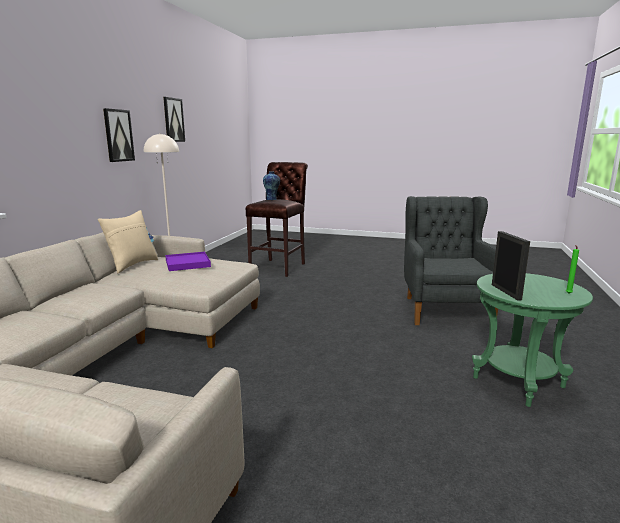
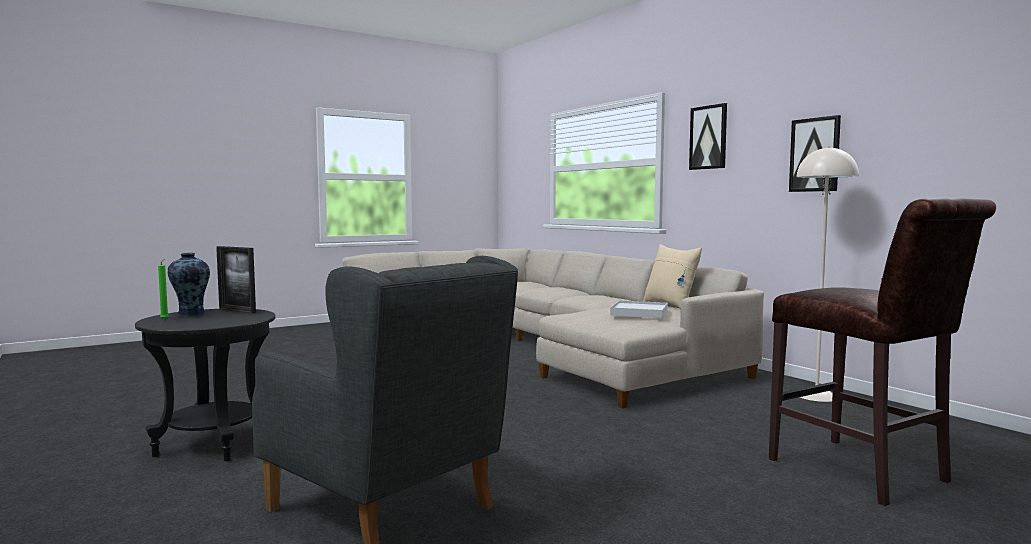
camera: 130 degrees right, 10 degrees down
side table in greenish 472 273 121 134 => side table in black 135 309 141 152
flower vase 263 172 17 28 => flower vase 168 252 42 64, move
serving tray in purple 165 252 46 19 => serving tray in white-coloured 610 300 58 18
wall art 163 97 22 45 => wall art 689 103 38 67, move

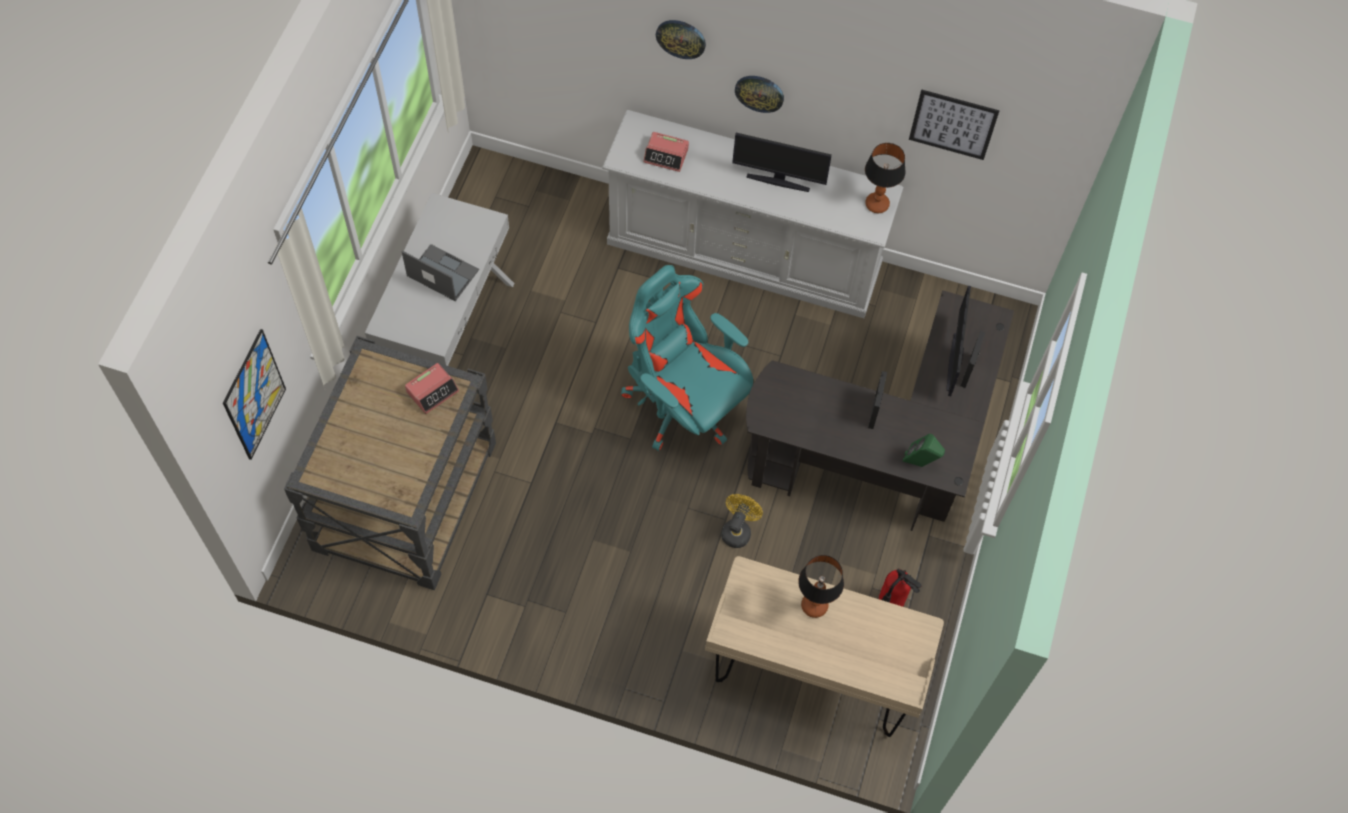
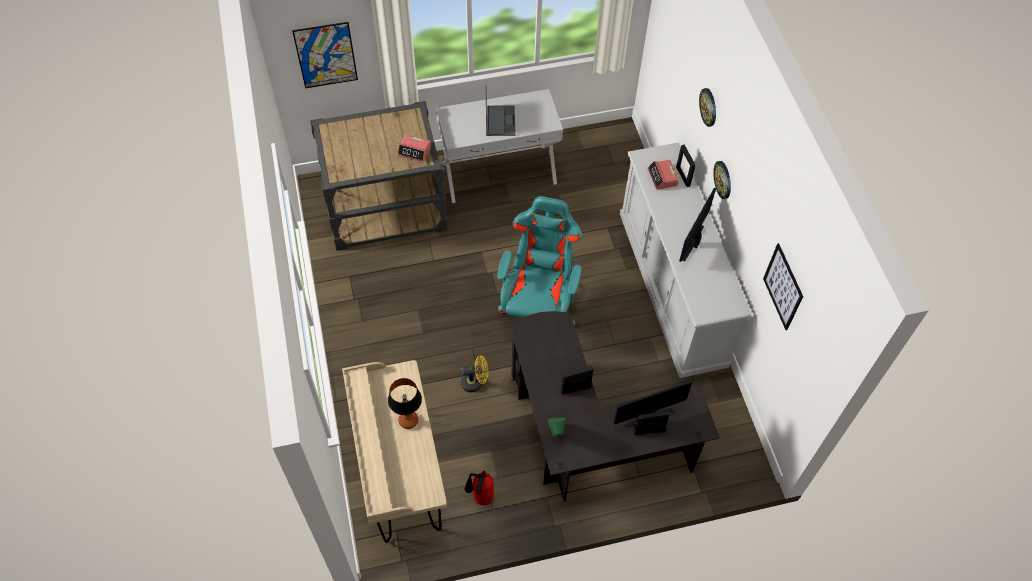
camera: 60 degrees right, 5 degrees down
nothing => picture frame 676 145 20 42
monitor 732 133 100 59 => monitor 679 188 37 74, 45 degrees clockwise
lamp for a table 865 143 40 70 => nothing

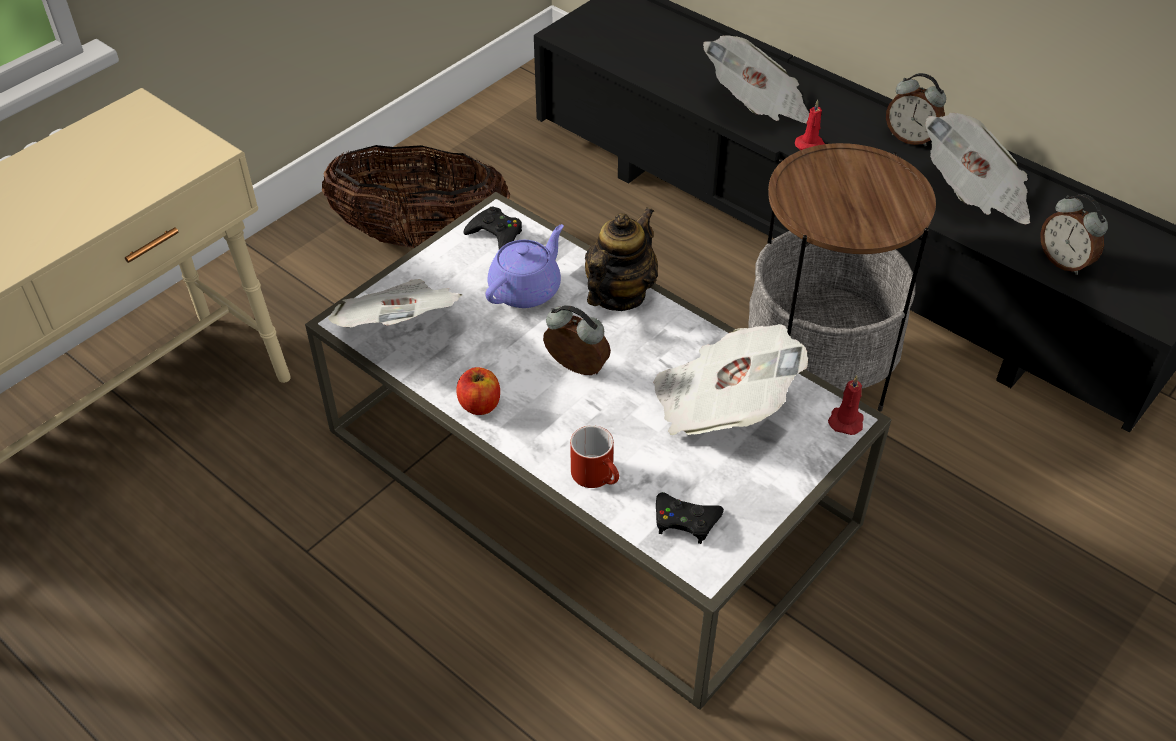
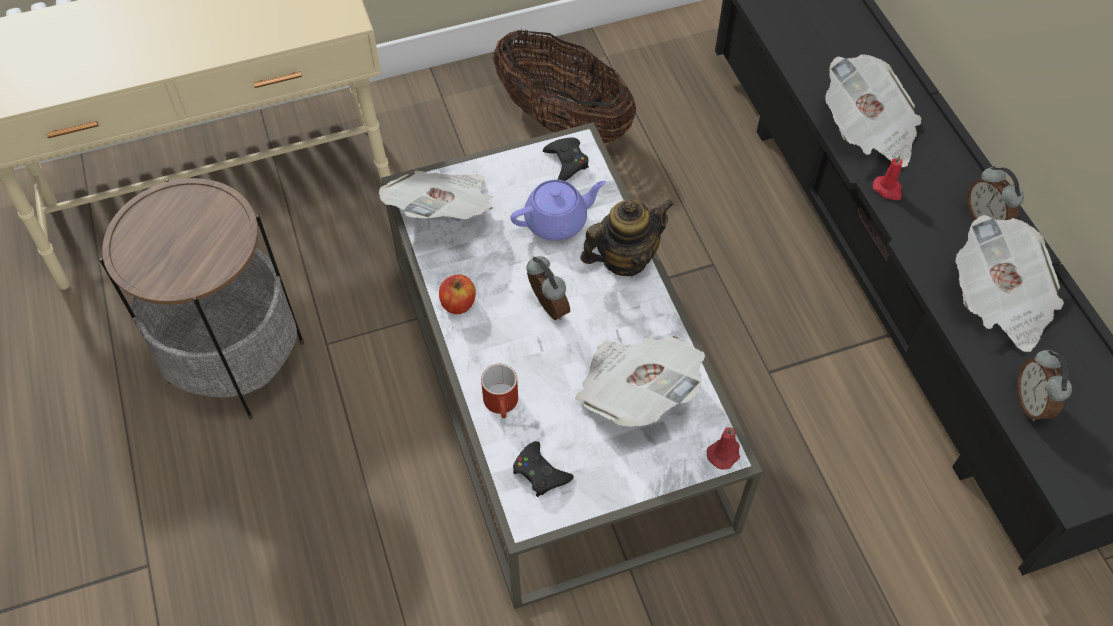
camera: 30 degrees right, 10 degrees up
side table 748 143 188 269 => side table 99 178 205 242, move

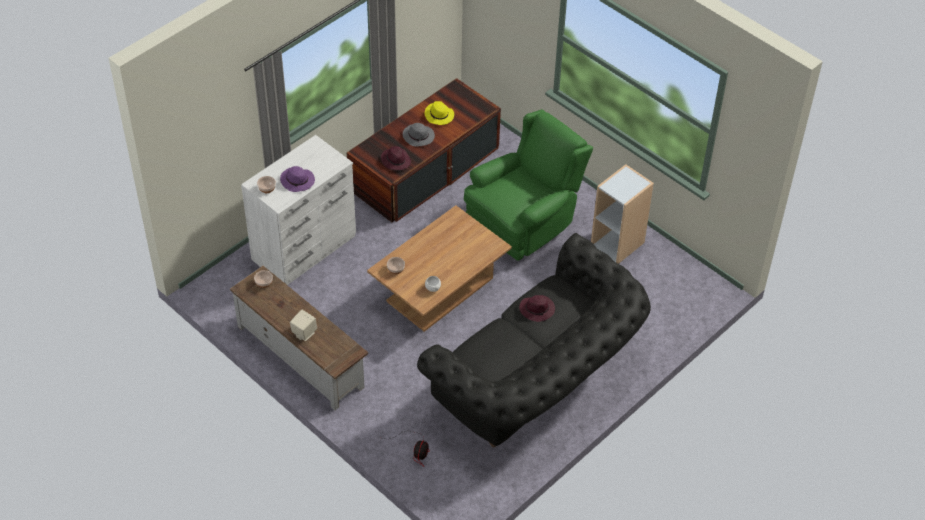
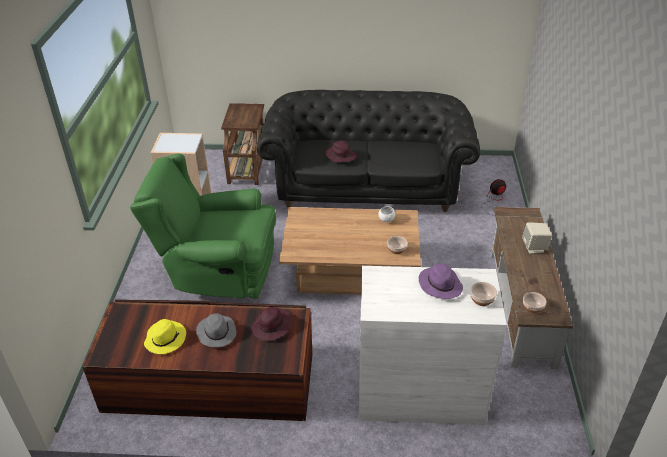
camera: 130 degrees left, 10 degrees down
nothing => side table in brownish 221 103 43 82

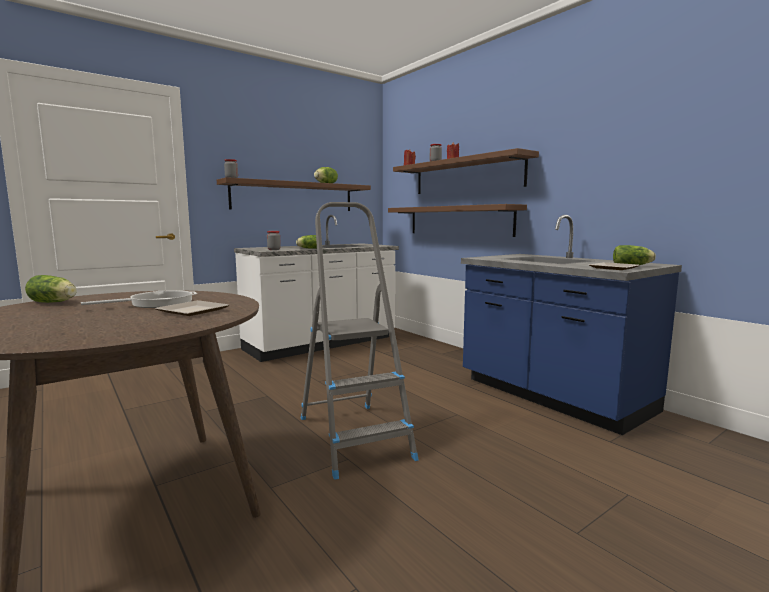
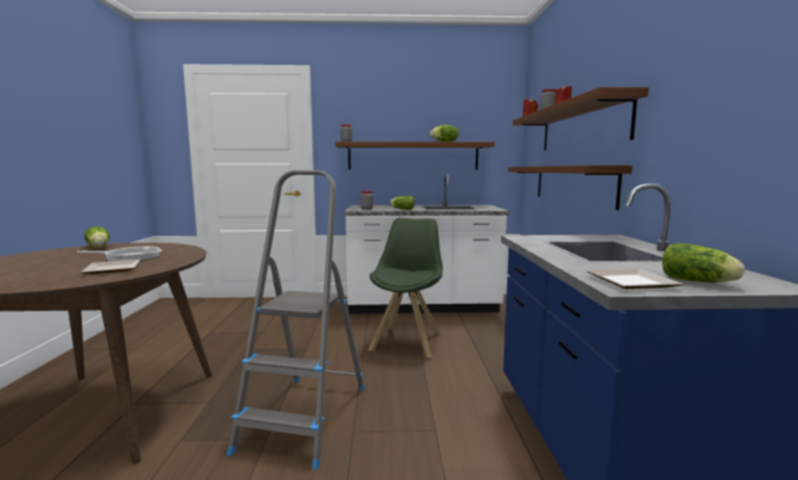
camera: 35 degrees right, 0 degrees up
nothing => plain chair in greenish 368 218 75 141

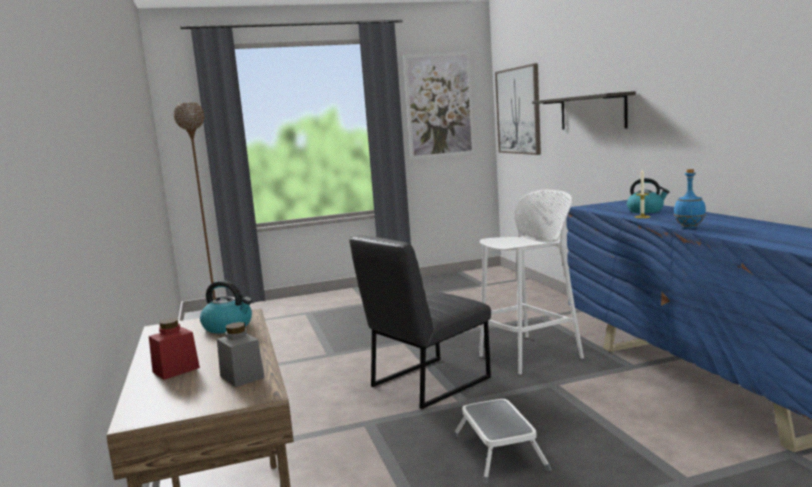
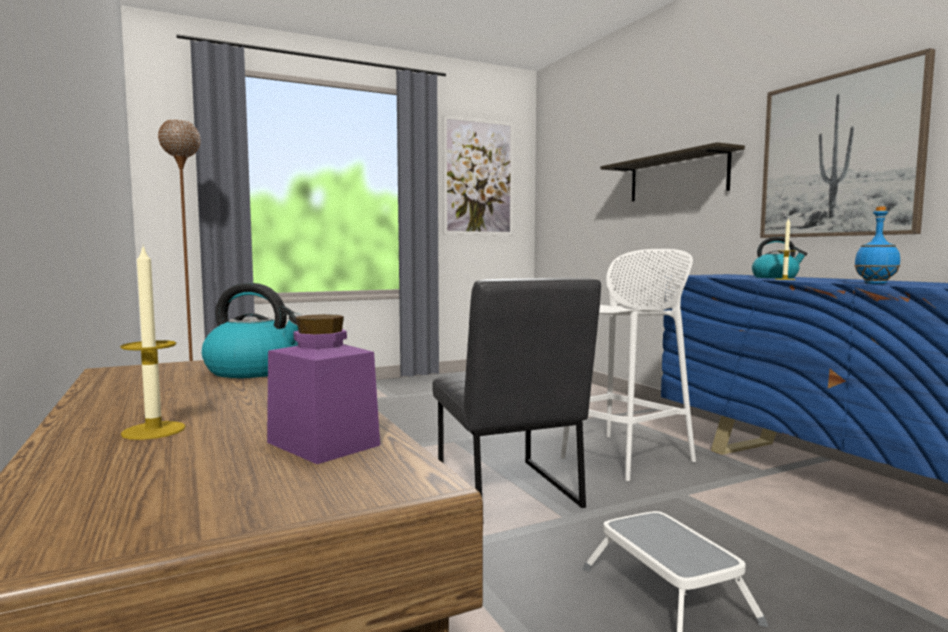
camera: 10 degrees left, 5 degrees down
storage jar in red 149 318 51 62 => candle 120 244 66 196
storage jar in grey 217 322 48 65 => storage jar in purple 267 314 113 150
plain chair in grey 349 235 142 174 => plain chair in grey 432 278 169 230, 60 degrees counterclockwise
wall art 495 63 46 92 => wall art 760 48 175 190, move

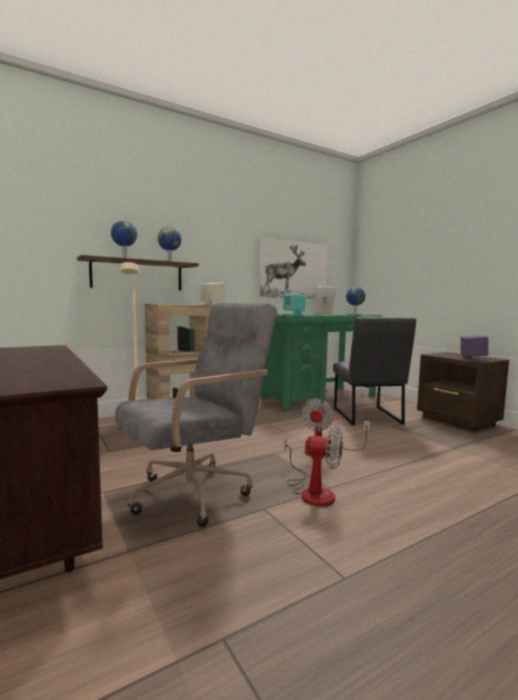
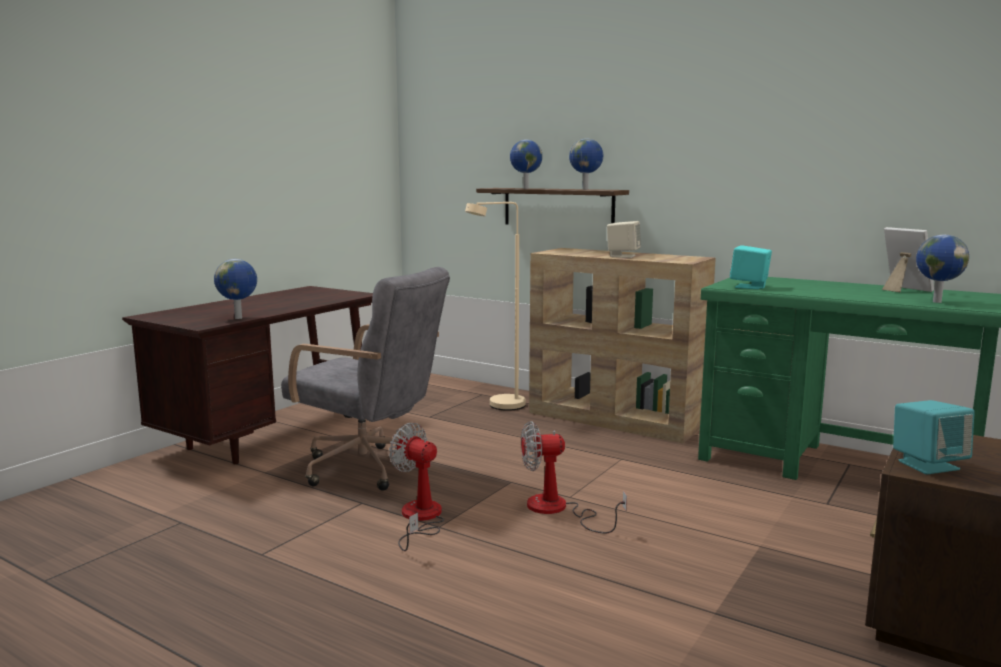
camera: 65 degrees right, 5 degrees up
nothing => globe 214 259 43 60
electric fan 284 426 59 81 => electric fan 389 423 55 128, 135 degrees clockwise
audio speaker in purple 461 335 27 26 => audio speaker in turquoise-coloured 893 400 82 75
wall art 258 237 69 62 => nothing
plain chair in grey 333 317 83 109 => nothing

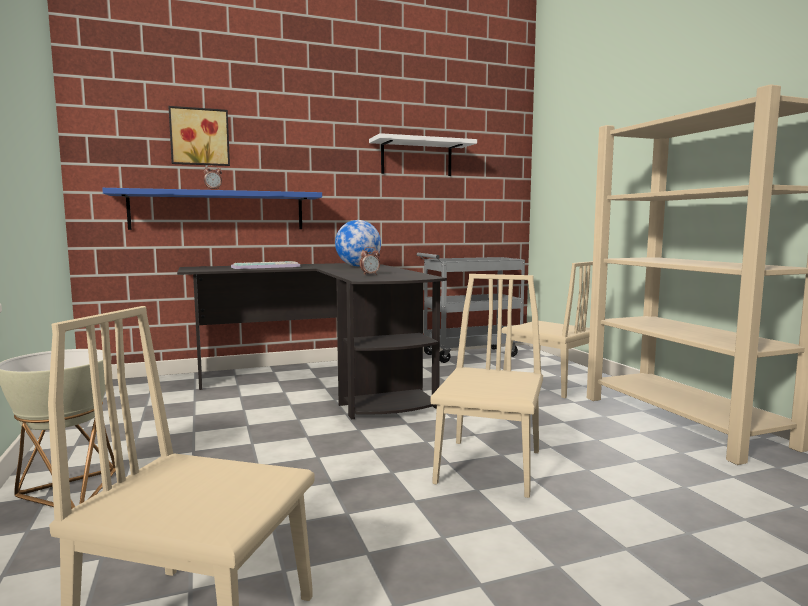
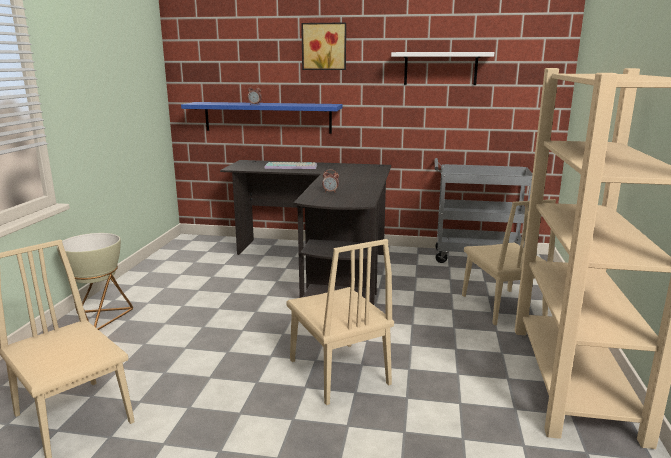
camera: 30 degrees right, 10 degrees up
plain chair in beige 430 274 113 224 => plain chair in beige 287 239 107 166, 105 degrees clockwise
wall art 168 106 62 60 => wall art 301 22 45 48, move
globe 335 220 46 46 => nothing

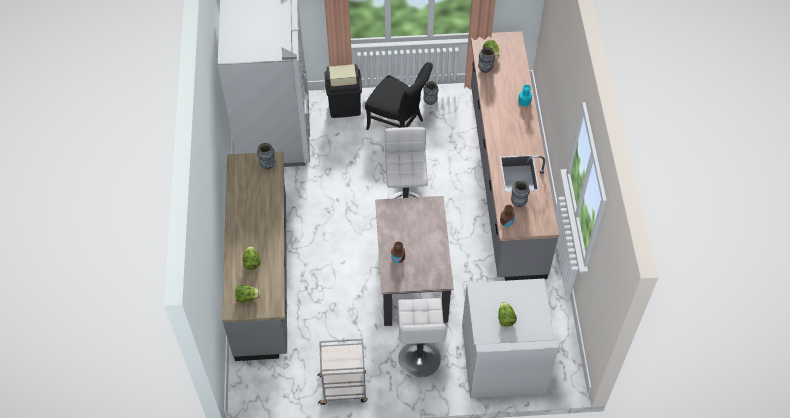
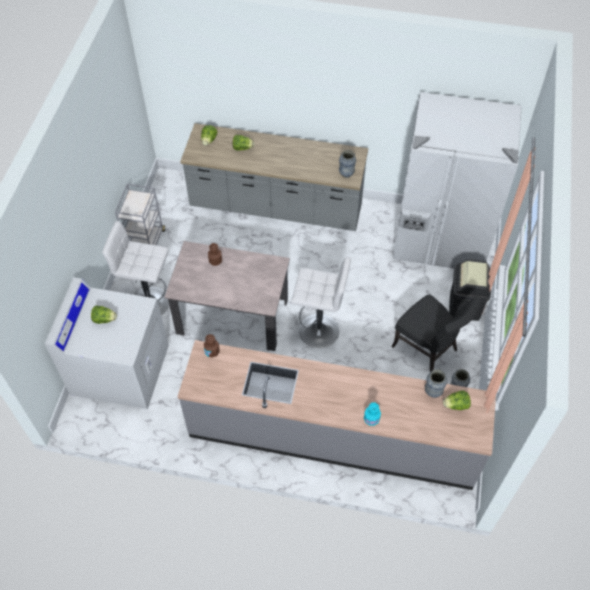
camera: 105 degrees right, 0 degrees up
plain chair in black 365 62 68 68 => plain chair in black 392 294 91 78, 90 degrees counterclockwise
flower vase 511 180 19 27 => nothing

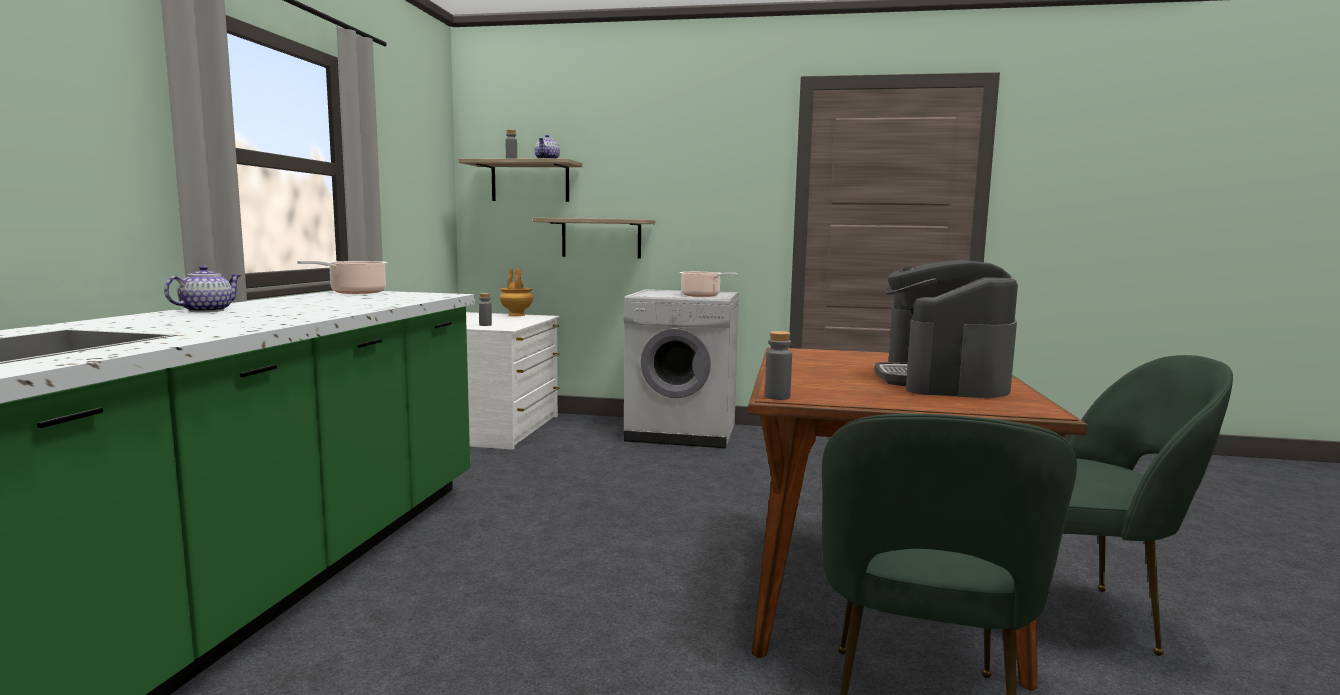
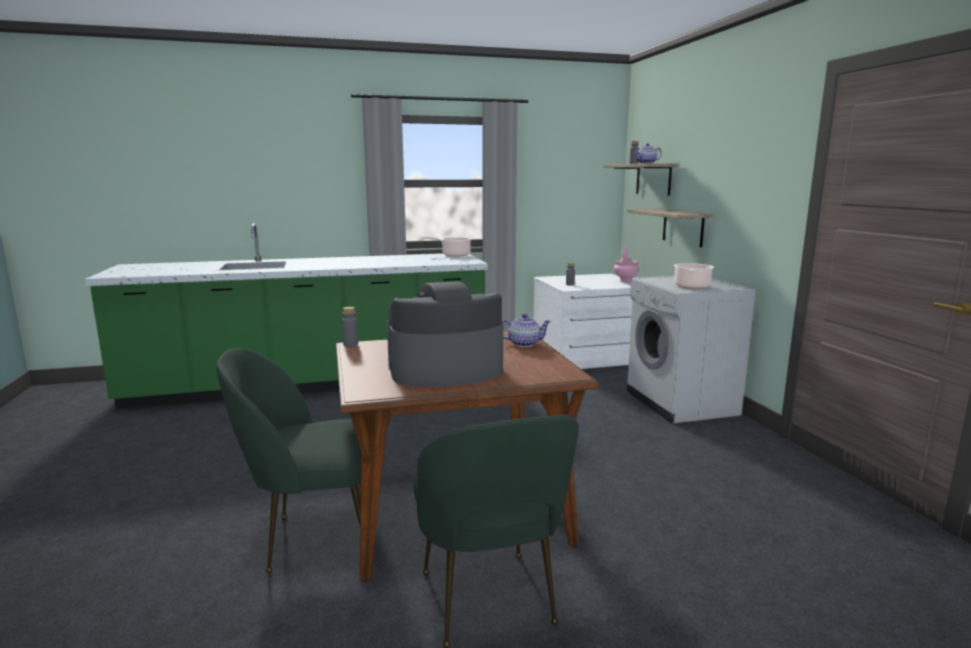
camera: 65 degrees right, 5 degrees up
tea pot 164 266 77 46 => tea pot 502 313 49 34, move
flower vase in brownish 499 268 34 48 => flower vase in pinkish 614 246 25 37

